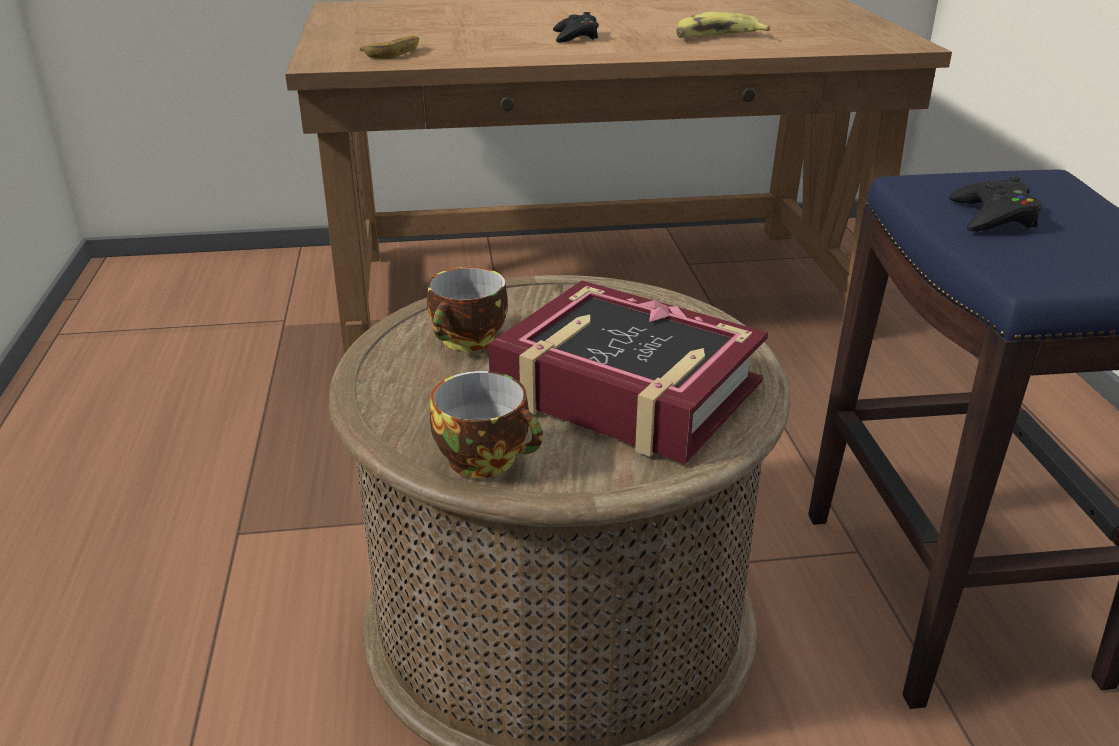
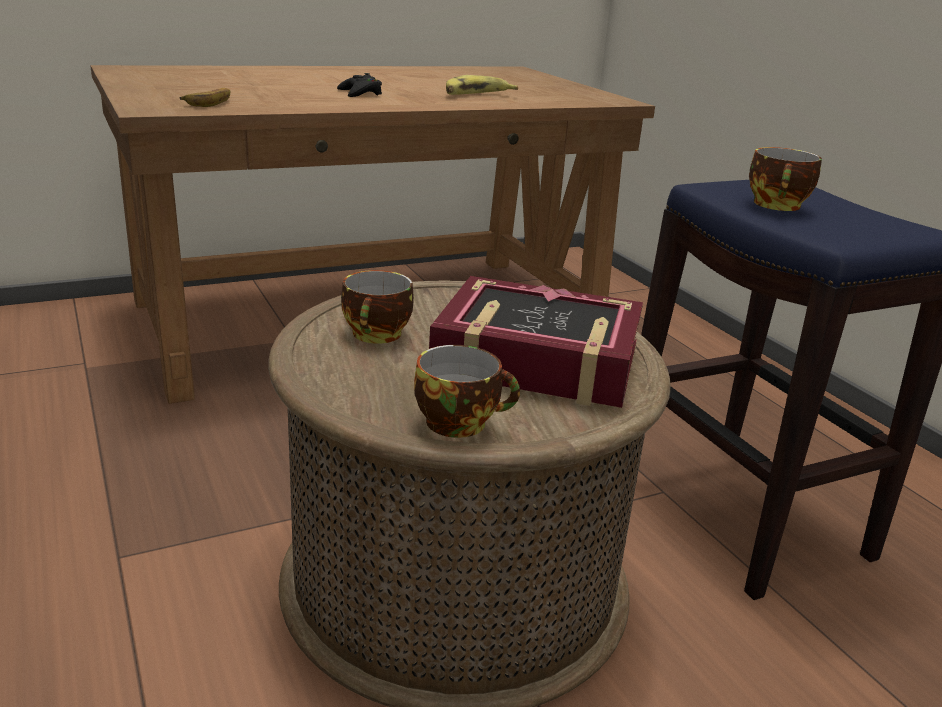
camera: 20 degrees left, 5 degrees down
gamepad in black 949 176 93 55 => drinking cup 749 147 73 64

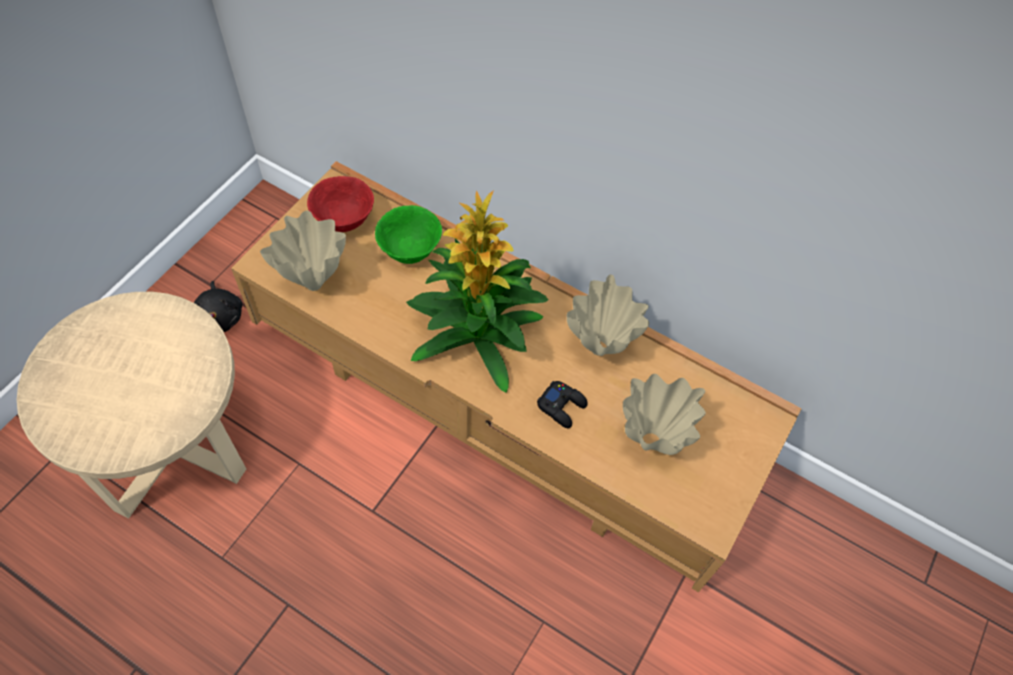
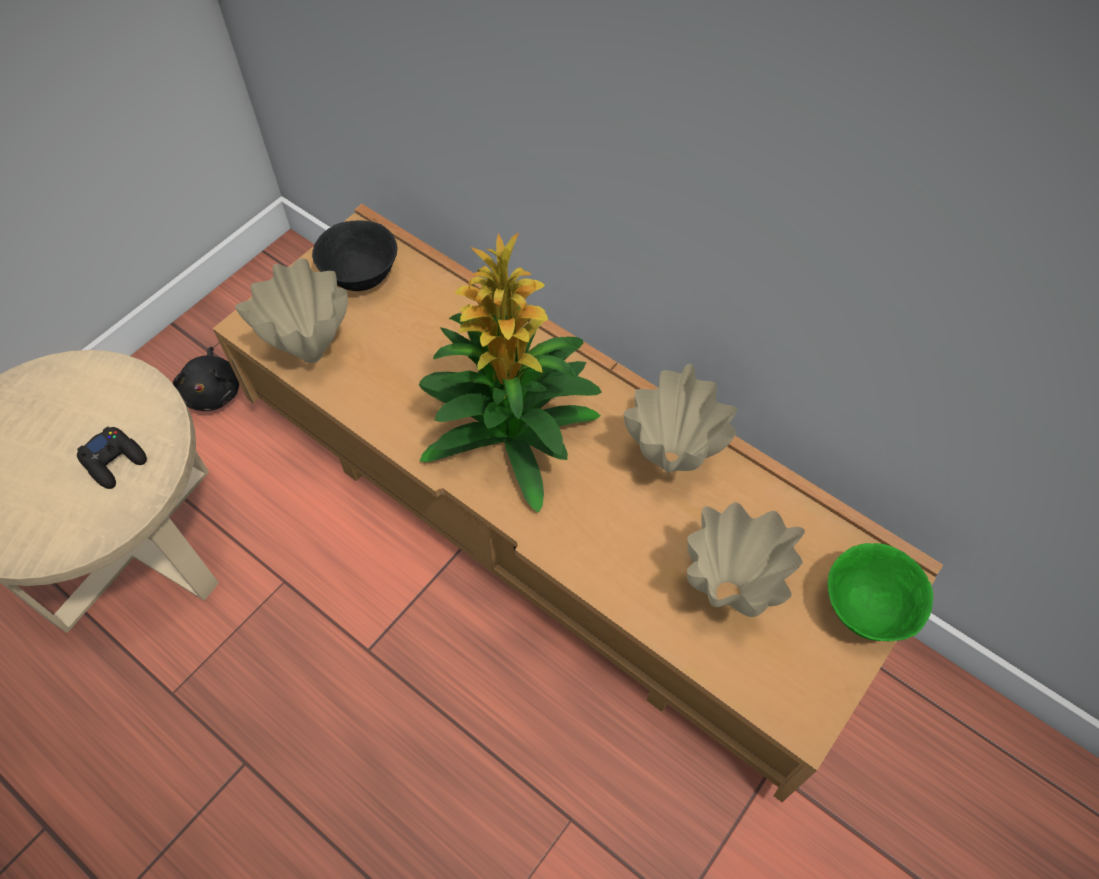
camera: 10 degrees right, 0 degrees up
gamepad in black 537 381 50 47 => gamepad in black 77 426 70 63, move
serving bowl in red 307 176 67 56 => serving bowl in black 312 220 85 71
serving bowl in greenish 375 205 67 59 => serving bowl in greenish 828 543 105 98, move

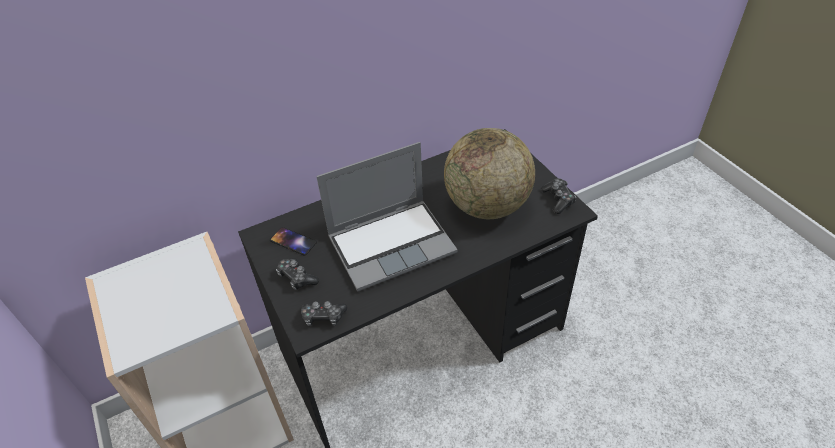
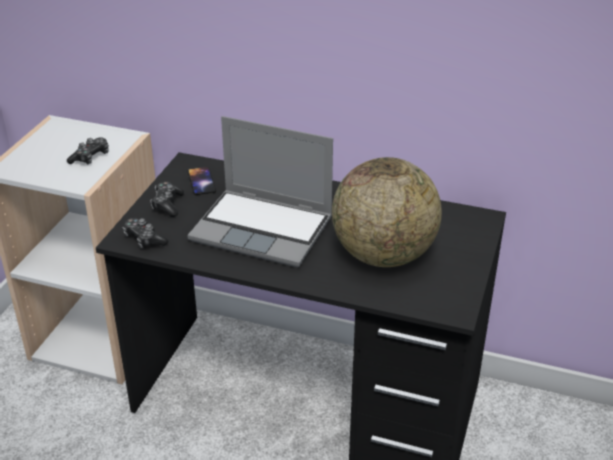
camera: 45 degrees right, 10 degrees down
gamepad 541 178 35 36 => gamepad 67 138 42 26, move

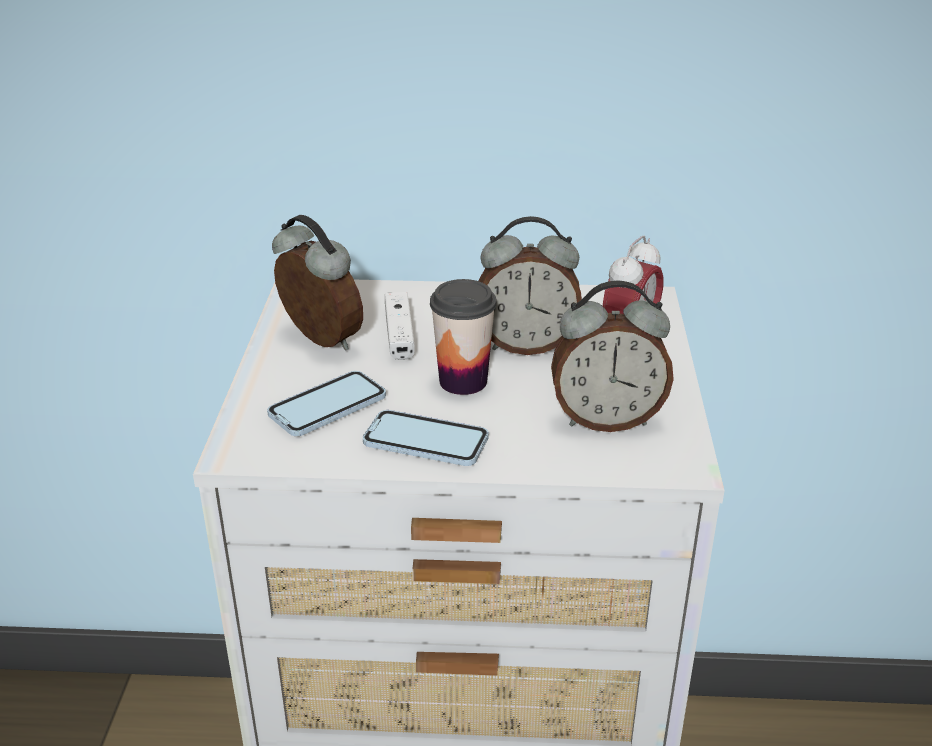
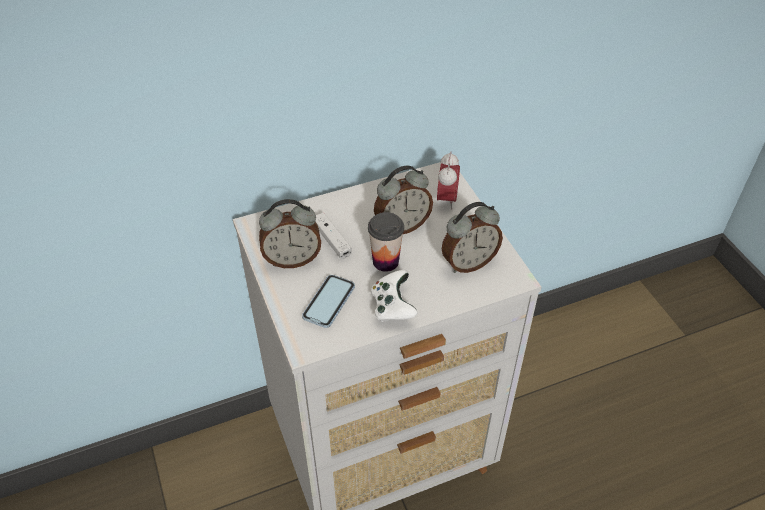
camera: 25 degrees left, 15 degrees up
alarm clock 272 215 91 136 => alarm clock 259 199 62 69, 150 degrees clockwise
telephone 363 410 126 56 => gamepad in white-coloured 371 270 47 52

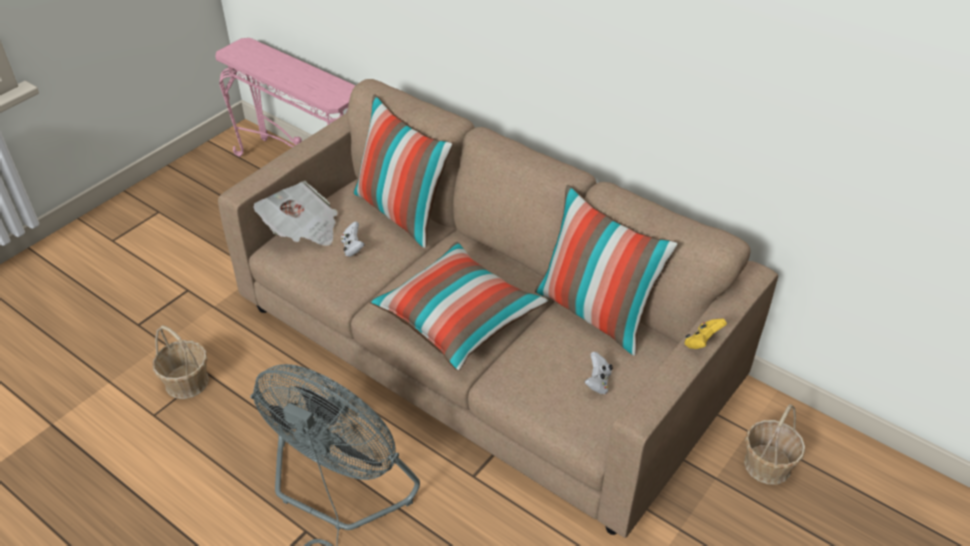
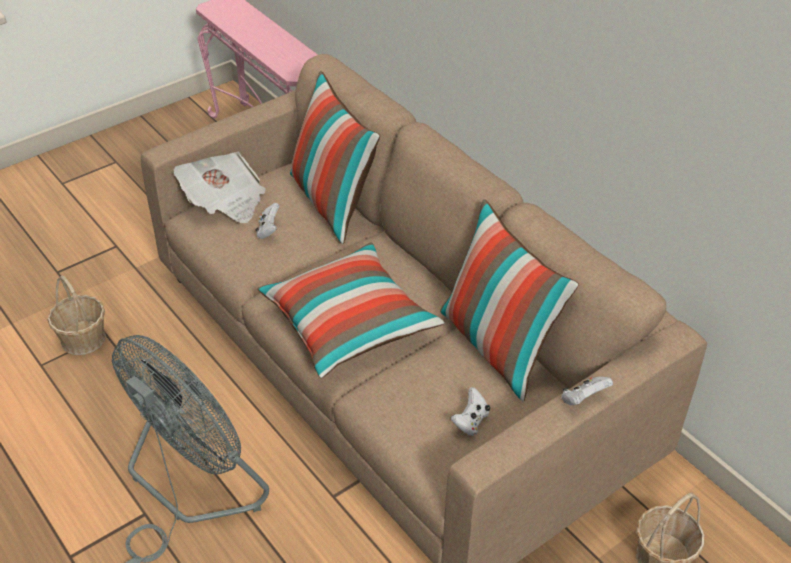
camera: 15 degrees right, 0 degrees up
gamepad in yellow 685 319 42 30 => gamepad in white-coloured 561 376 52 29

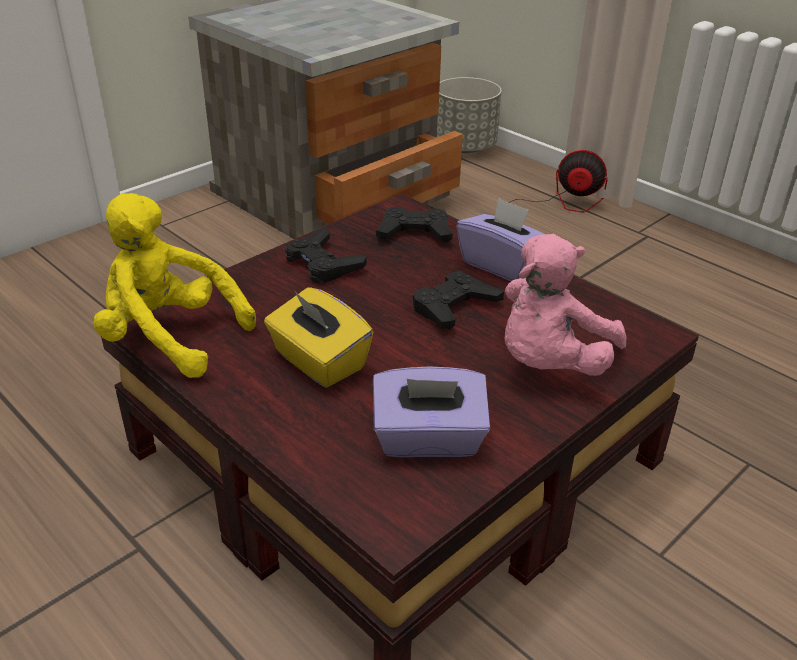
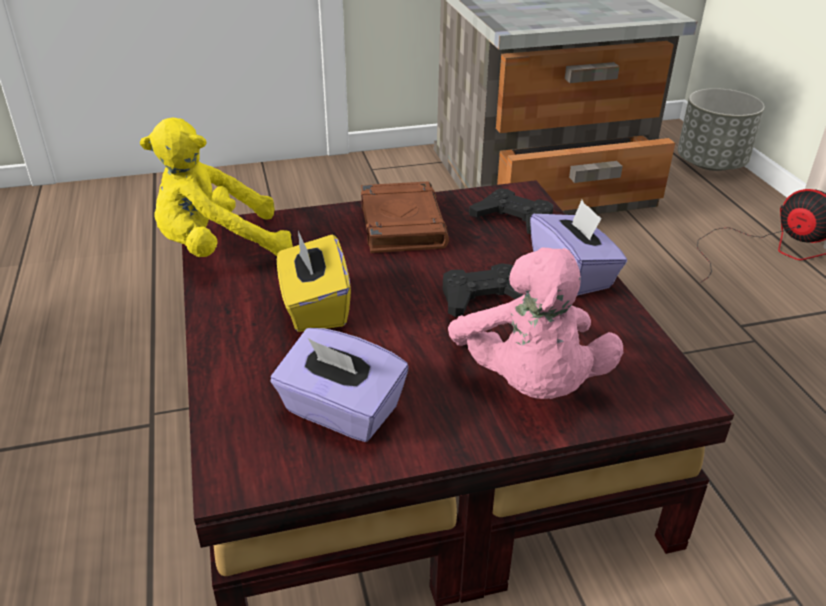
camera: 30 degrees right, 0 degrees up
cuddly toy in yellow 93 193 163 185 => cuddly toy in yellow 140 118 153 139, 75 degrees counterclockwise
gamepad in black 285 228 82 55 => bound book in brownish 361 182 88 71
cuddly toy in pinkish 505 234 121 142 => cuddly toy in pinkish 448 248 175 151, 75 degrees counterclockwise

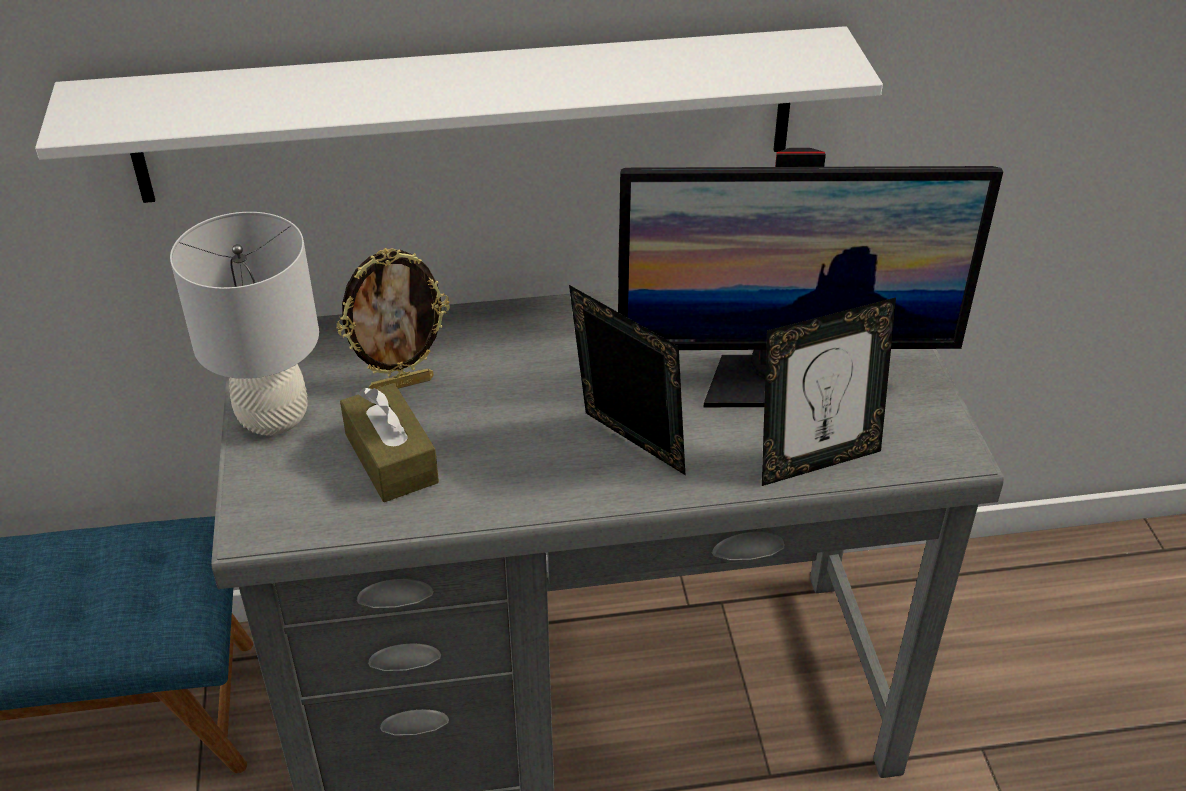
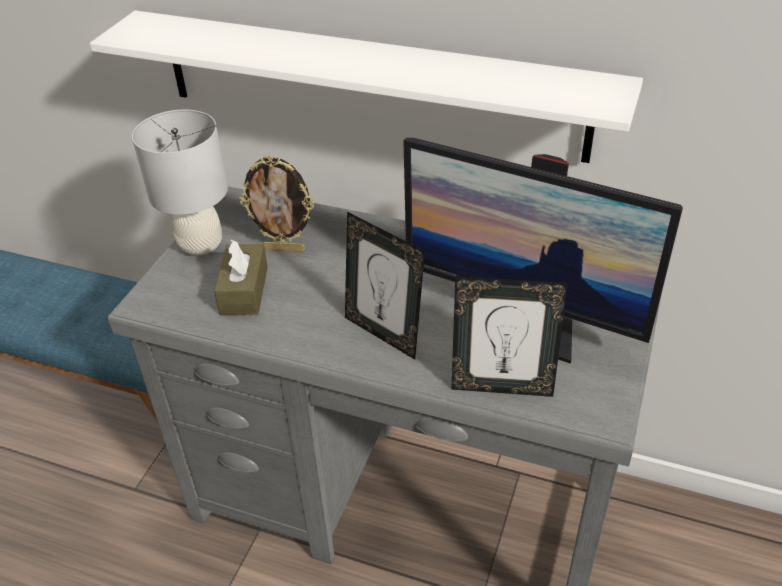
camera: 30 degrees right, 0 degrees up
picture frame 569 285 116 190 => picture frame 345 212 80 147, 150 degrees clockwise

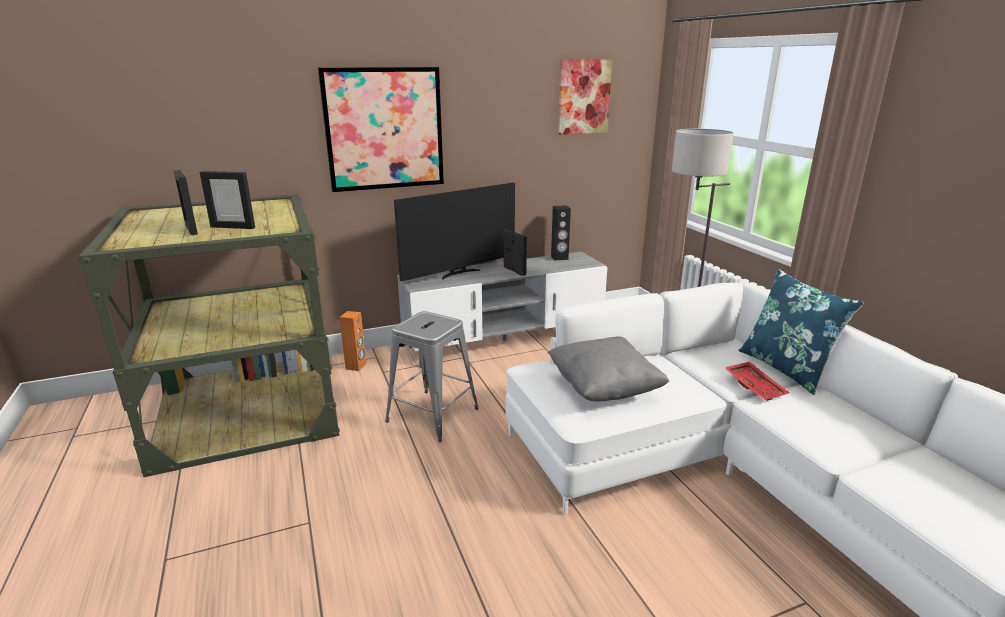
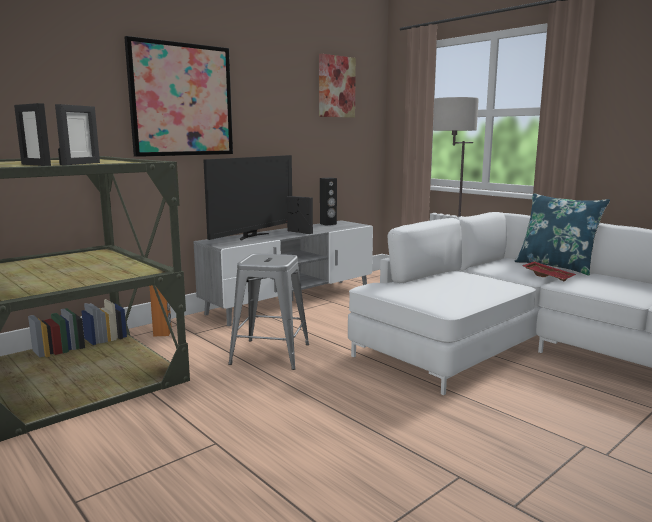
camera: 20 degrees left, 10 degrees down
picture frame 200 171 55 58 => picture frame 55 104 45 61, 60 degrees counterclockwise
cushion in grey 548 336 121 65 => nothing

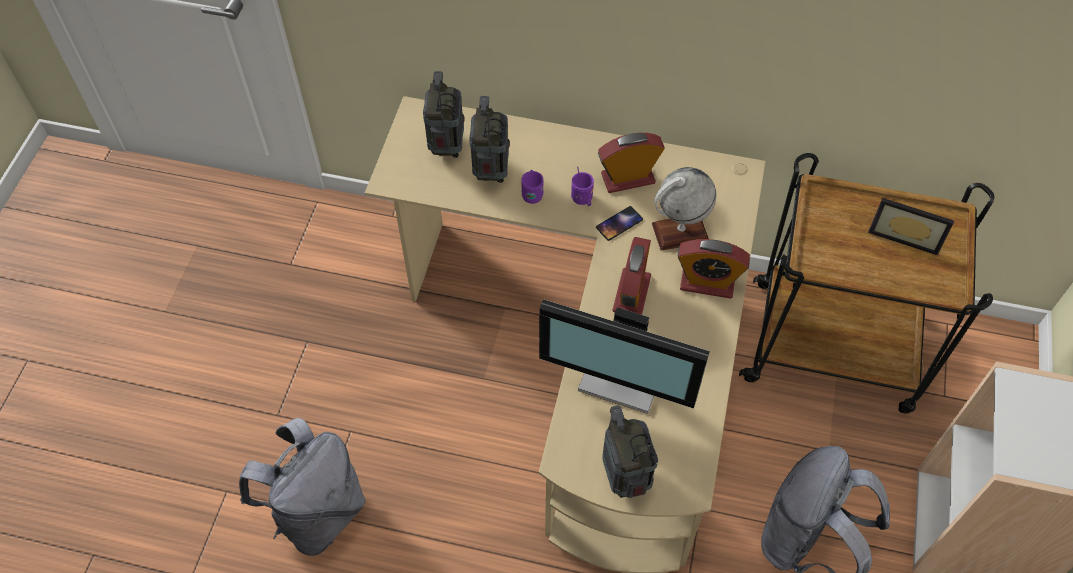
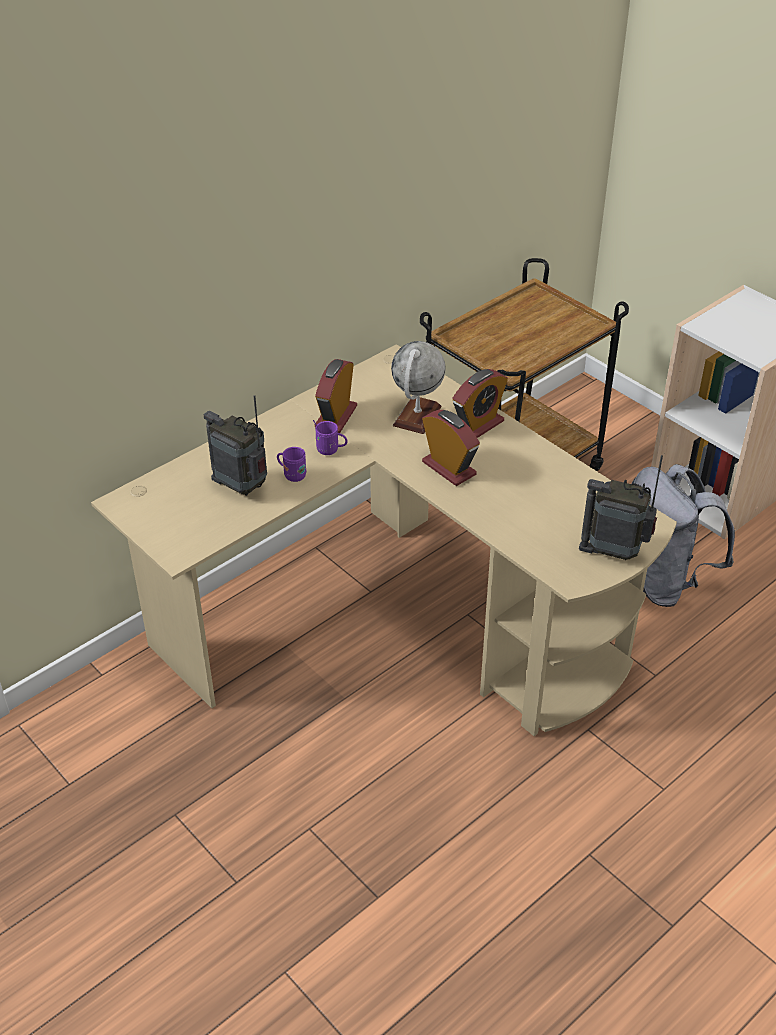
camera: 55 degrees left, 15 degrees down
backpack in grey 239 418 126 138 => nothing
radio 423 71 41 87 => nothing
monitor 539 299 171 115 => nothing
telephone 596 206 47 35 => nothing
picture frame 868 198 86 57 => nothing

